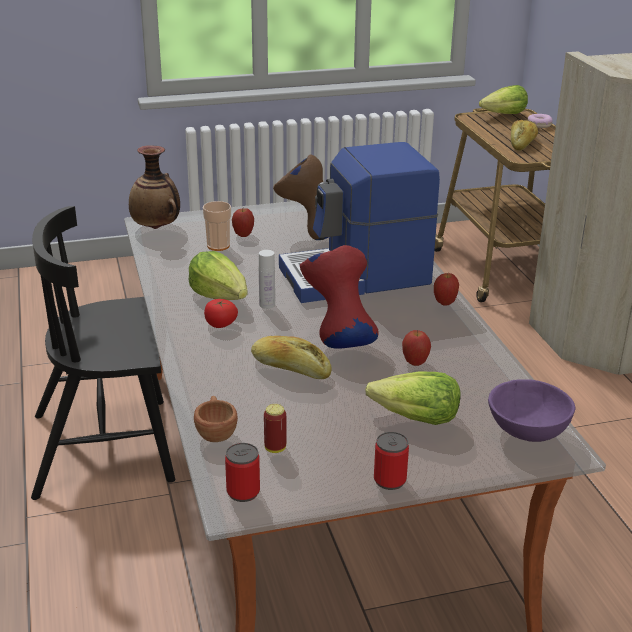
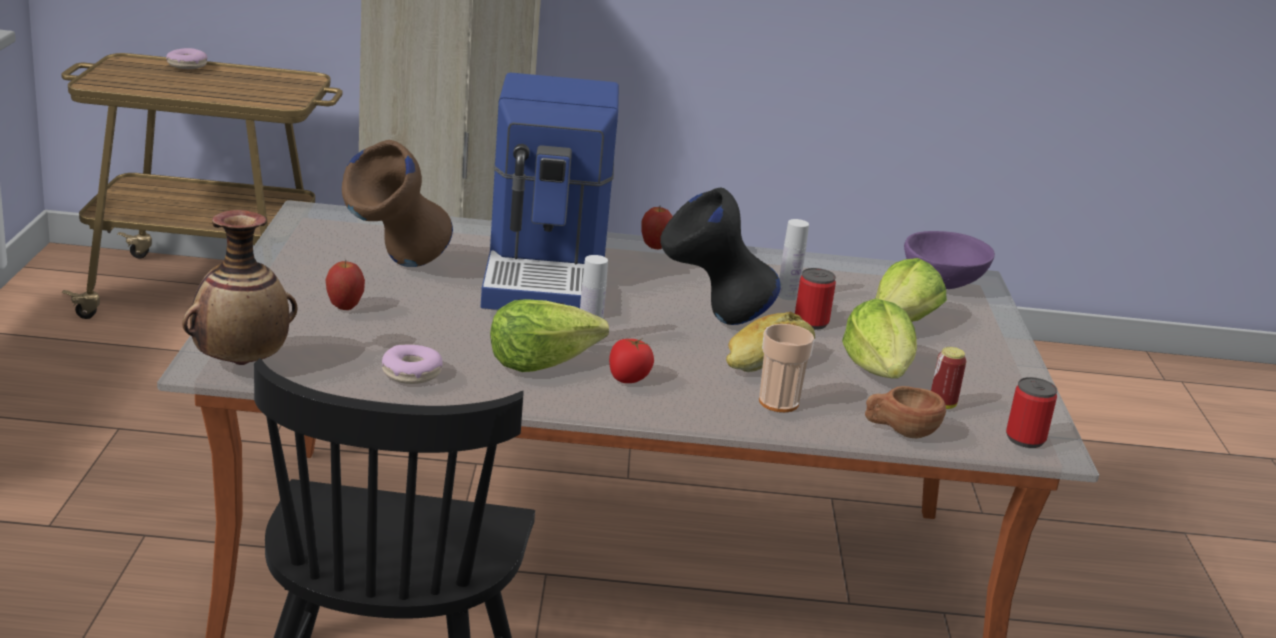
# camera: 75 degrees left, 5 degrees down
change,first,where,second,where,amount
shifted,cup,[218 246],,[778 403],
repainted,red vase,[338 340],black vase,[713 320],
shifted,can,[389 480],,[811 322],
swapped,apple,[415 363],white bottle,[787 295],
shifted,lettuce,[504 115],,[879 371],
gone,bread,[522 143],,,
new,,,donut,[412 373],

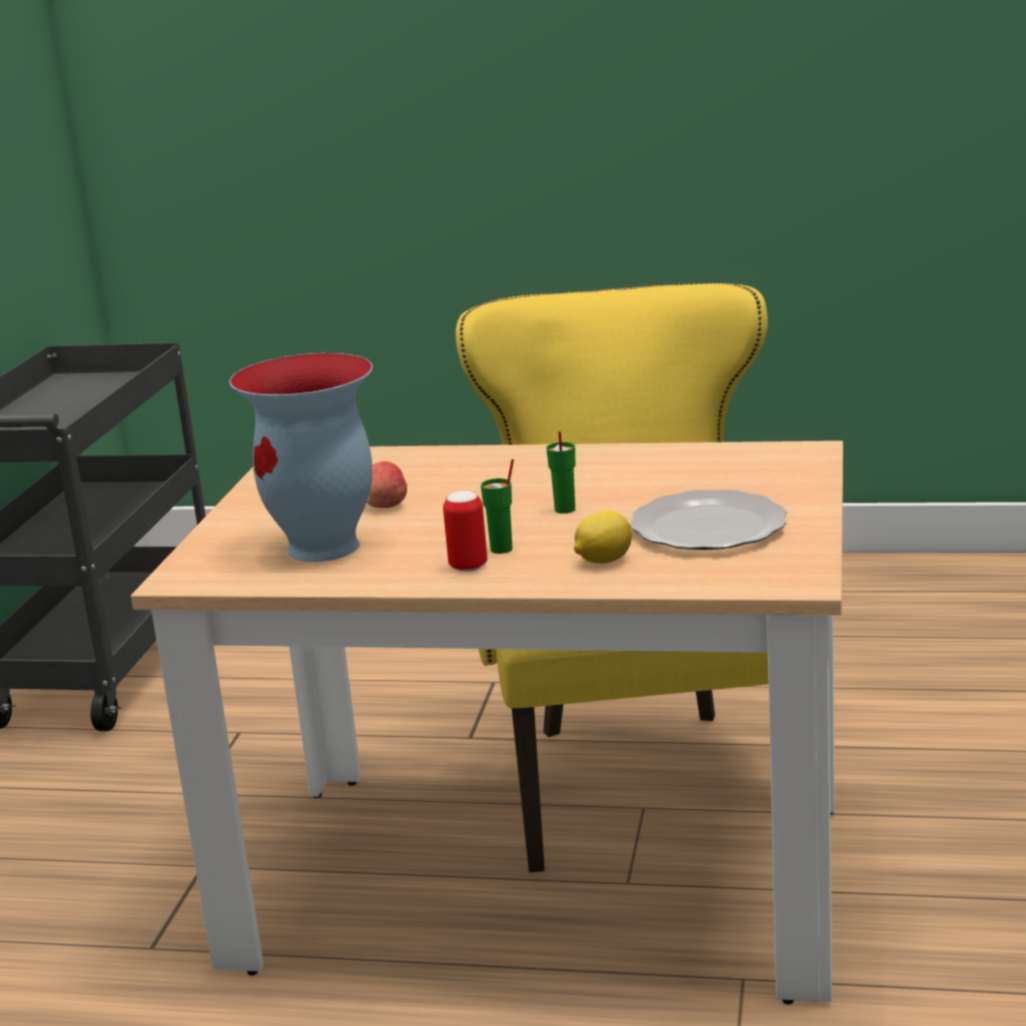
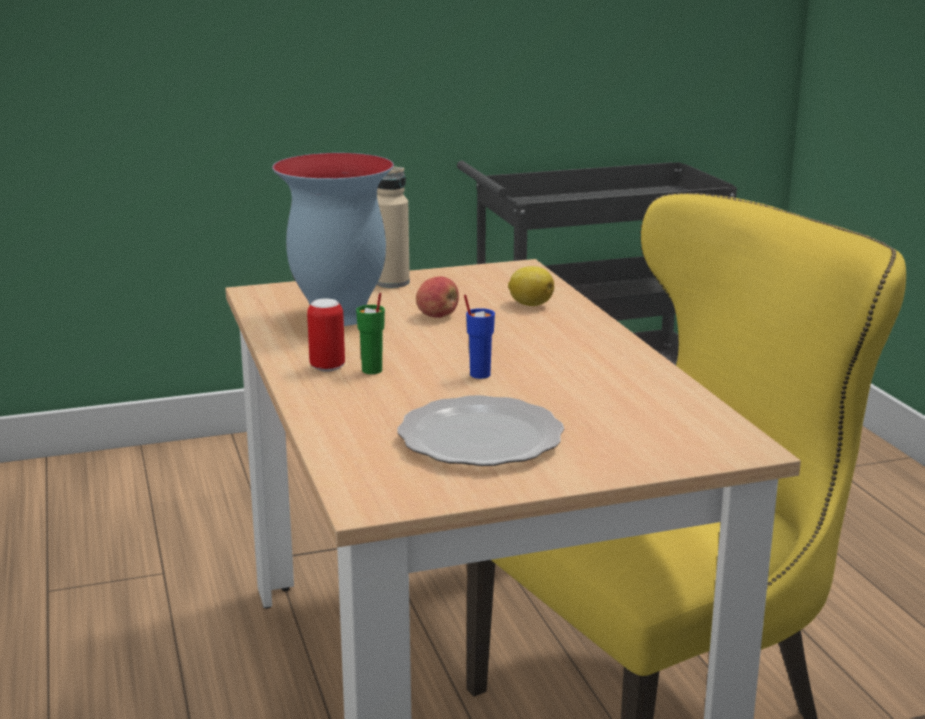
# camera: 60 degrees right, 0 degrees up
change,first,where,second,where,amount
repainted,green cup,[564 510],blue cup,[479 374],
shifted,lemon,[603 561],,[529 304],
new,,,beige bottle,[392 283],

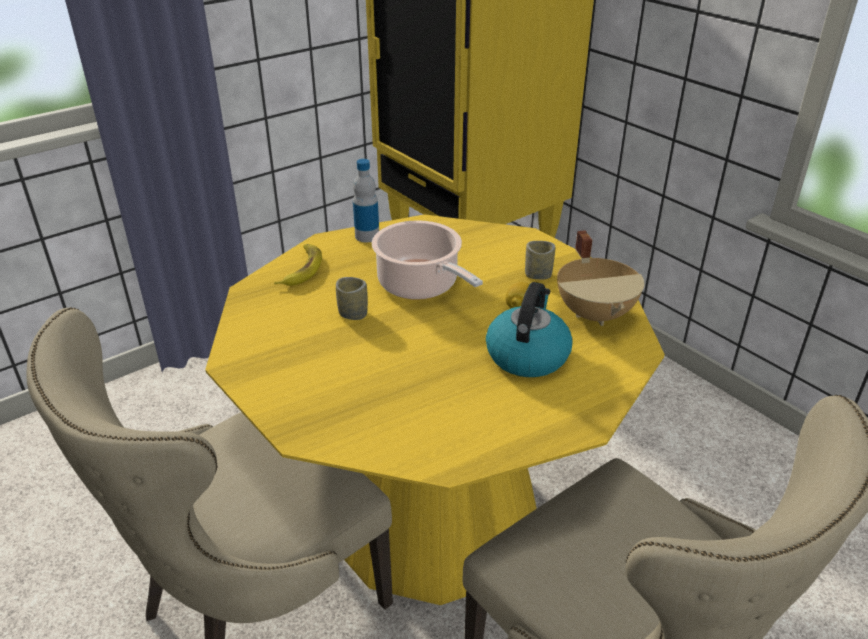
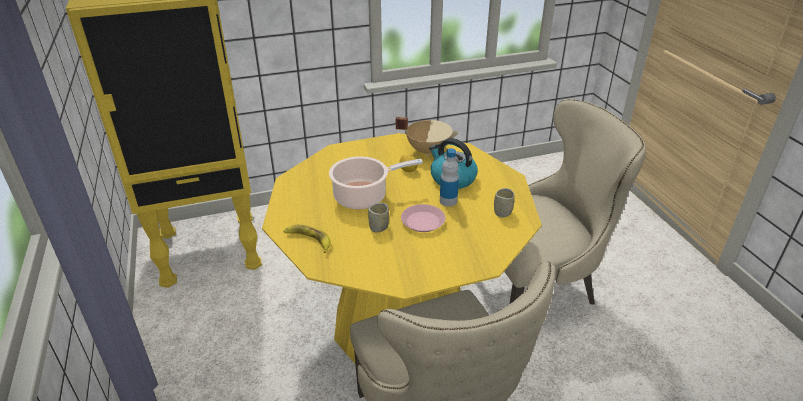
# camera: 70 degrees left, 0 degrees up
change,first,where,second,where,amount
shifted,bottle,[367 236],,[448 201],
shifted,cup,[538 275],,[502 212],
new,,,pink plate,[423 221],

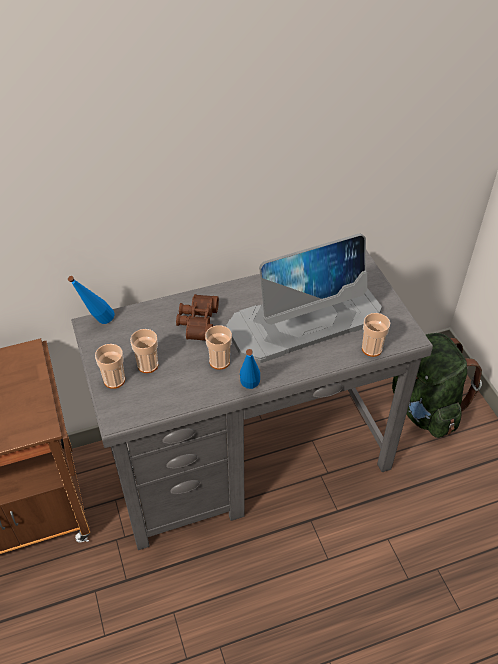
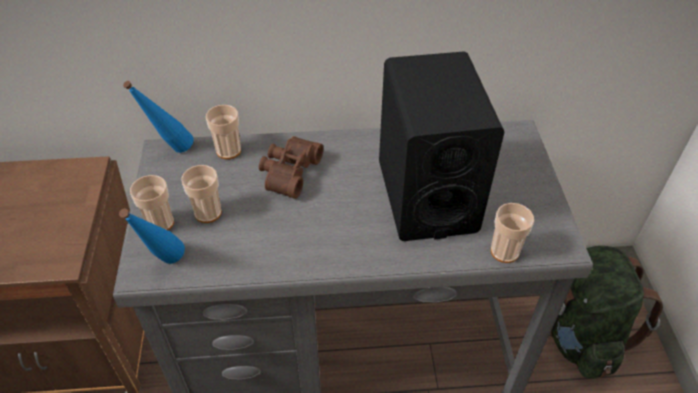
# camera: 15 degrees right, 0 degrees up
change,first,where,second,where,amount
shifted,cup,[219 361],,[228 150],
swapped,monitor,[305 320],black speaker,[426 196],
shifted,blue bottle,[249 391],,[165 266],

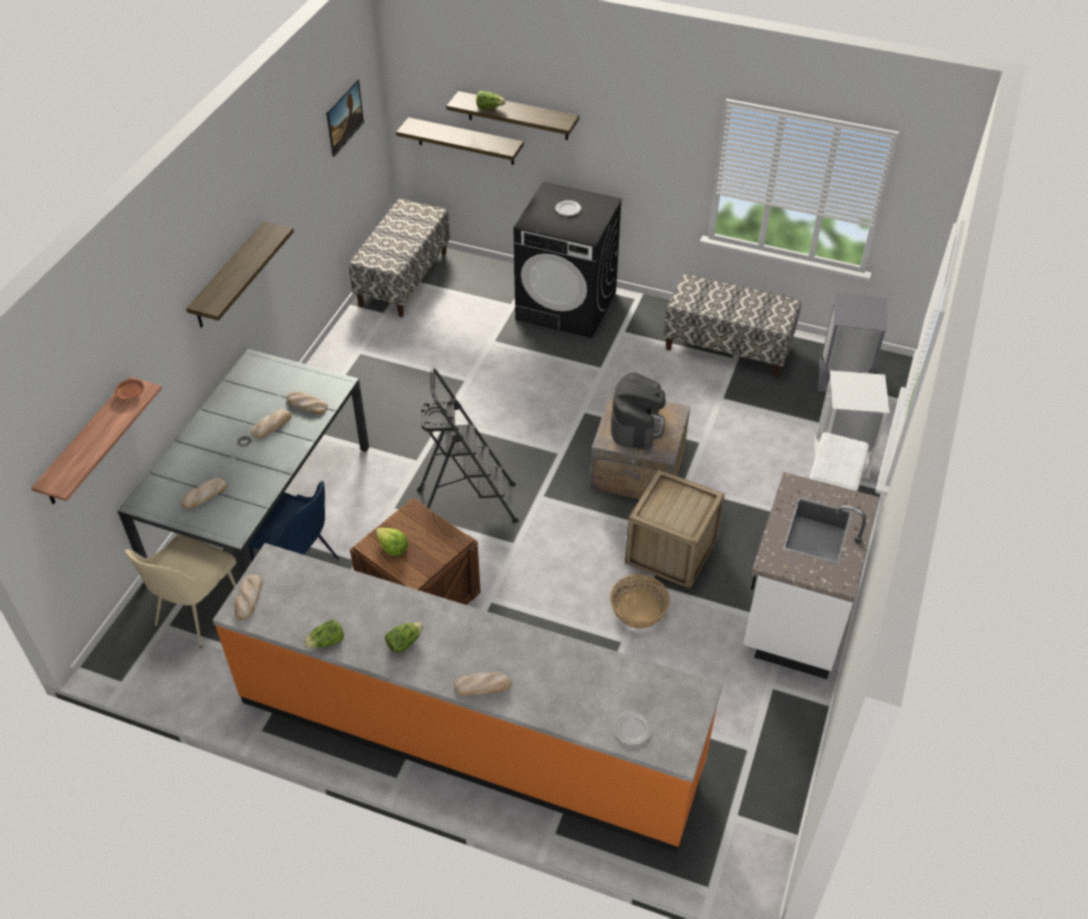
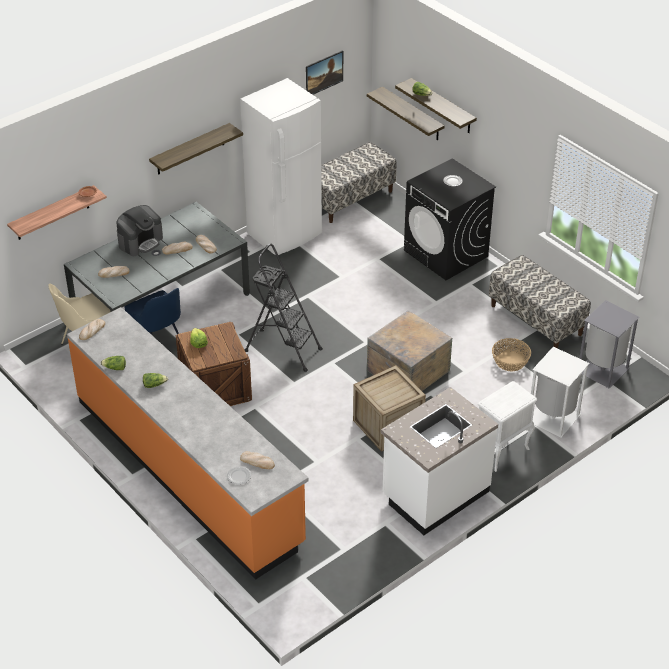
# camera: 30 degrees right, 5 degrees down
change,first,where,second,where,amount
shifted,bread,[482 685],,[257 461],
shifted,basket,[639 610],,[510 361],
shifted,coffee machine,[636 425],,[140 241],
new,,,white fridge,[285 234],

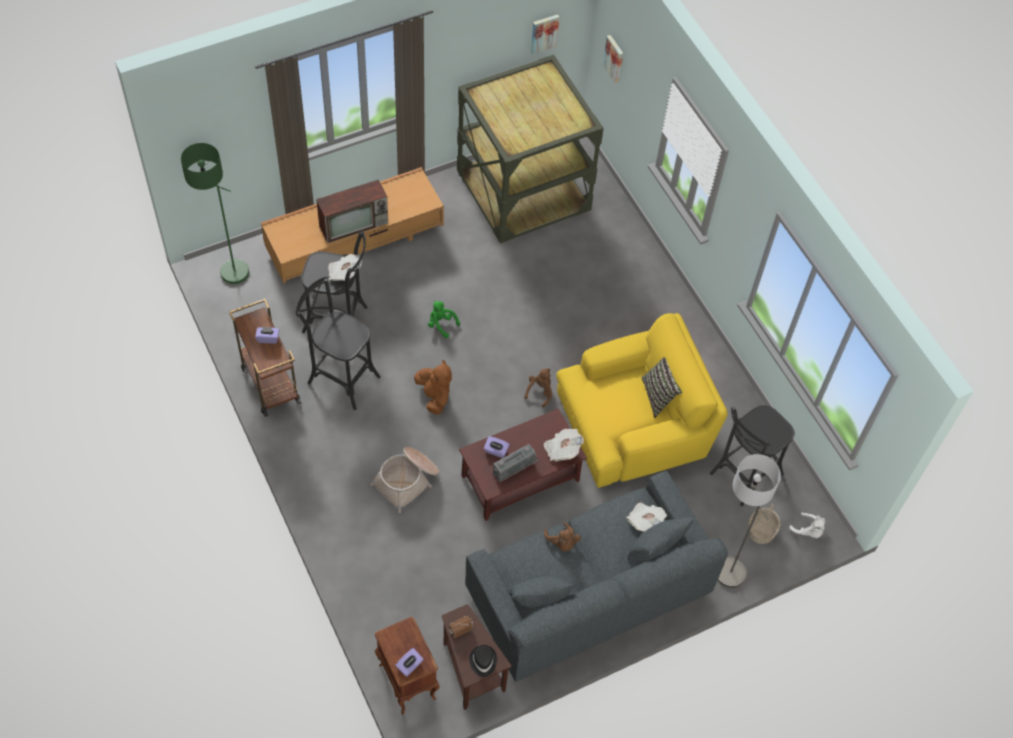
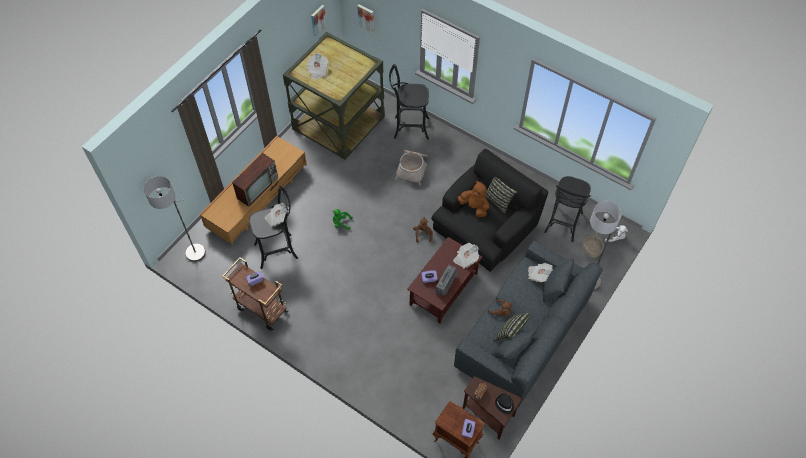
# camera: 25 degrees left, 0 degrees up
change,first,where,second,where,amount
repainted,green floor lamp,[227 269],grey floor lamp,[189 253],
shifted,black stool,[341 378],,[409 128],
shifted,basket,[407 481],,[412 168],
shifted,brown plush toy,[434 396],,[474 207],
repainted,yellow armchair,[633 424],black armchair,[486 225],
new,,,newspaper,[318 71],
new,,,pillow,[510 333],

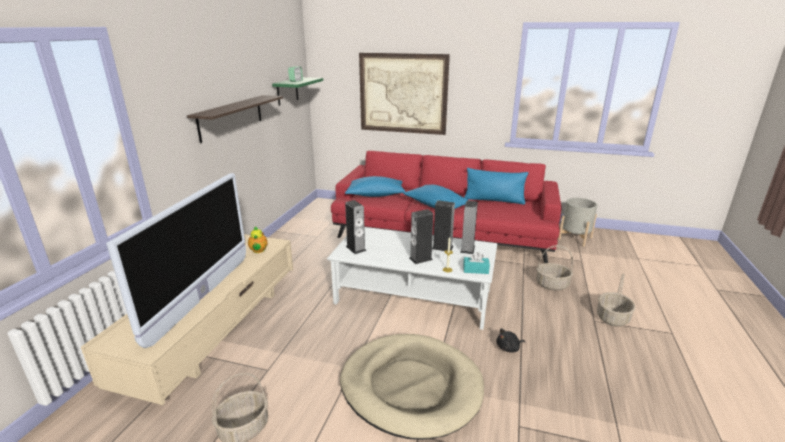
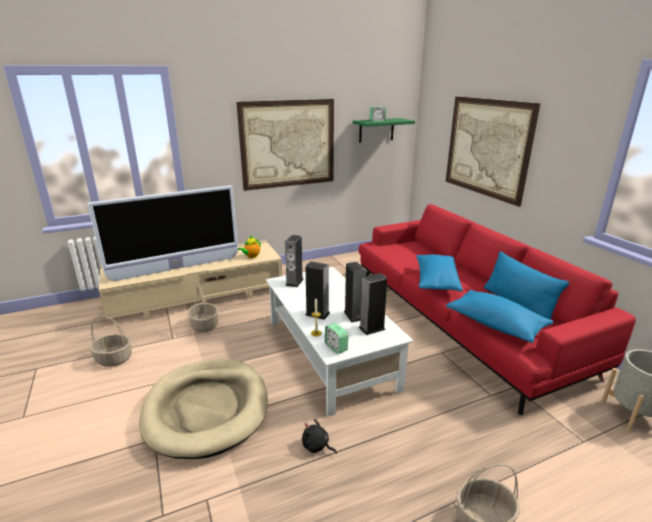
# camera: 50 degrees right, 0 degrees up
change,first,where,second,where,amount
swapped,shelf,[231 117],picture,[288 144],
shifted,blue pillow,[375 195],,[495 325],
swapped,turquoise tissue box,[475 270],alarm clock,[336 347],
shifted,basket,[552 284],,[205 325],

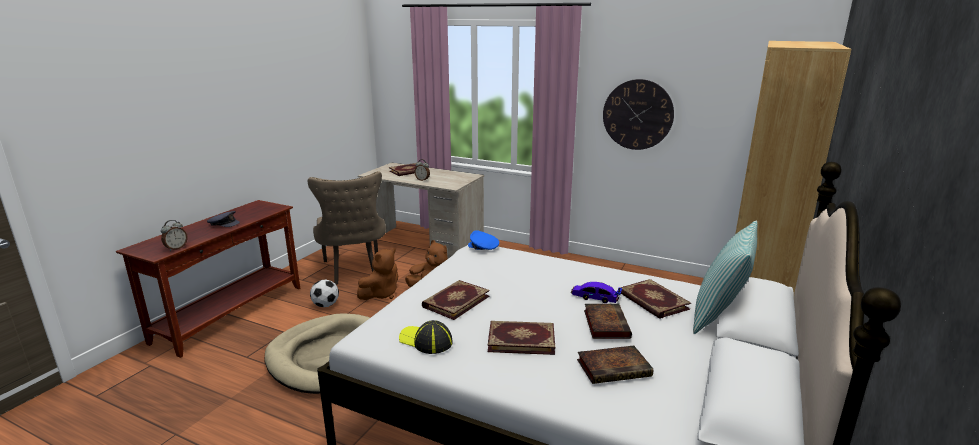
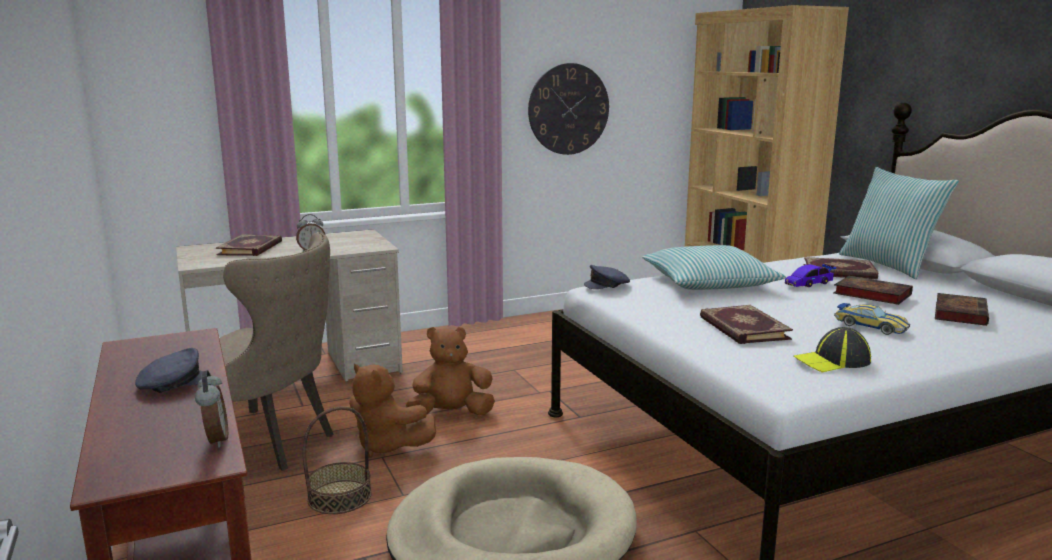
# camera: 50 degrees left, 5 degrees down
change,first,where,second,where,amount
swapped,football,[326 305],basket,[339 497],
rotated,brown plush toy,[381 294],,[387 446],135 degrees clockwise
repainted,blue cap,[483 247],grey cap,[608 285],
swapped,book,[521 339],toy car,[870 326],
new,,,pillow,[708 283],

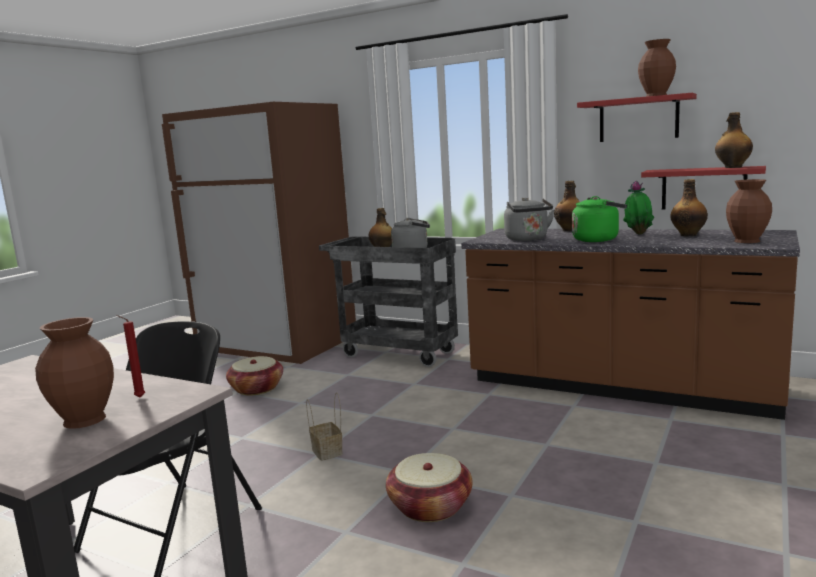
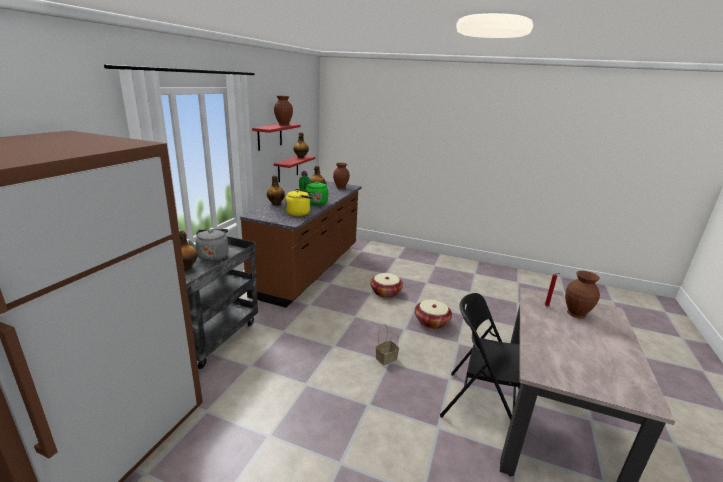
# camera: 100 degrees left, 10 degrees up
change,first,where,second,where,amount
shifted,basket,[256 389],,[385 292],
repainted,grey kettle,[528 239],yellow kettle,[299 213],

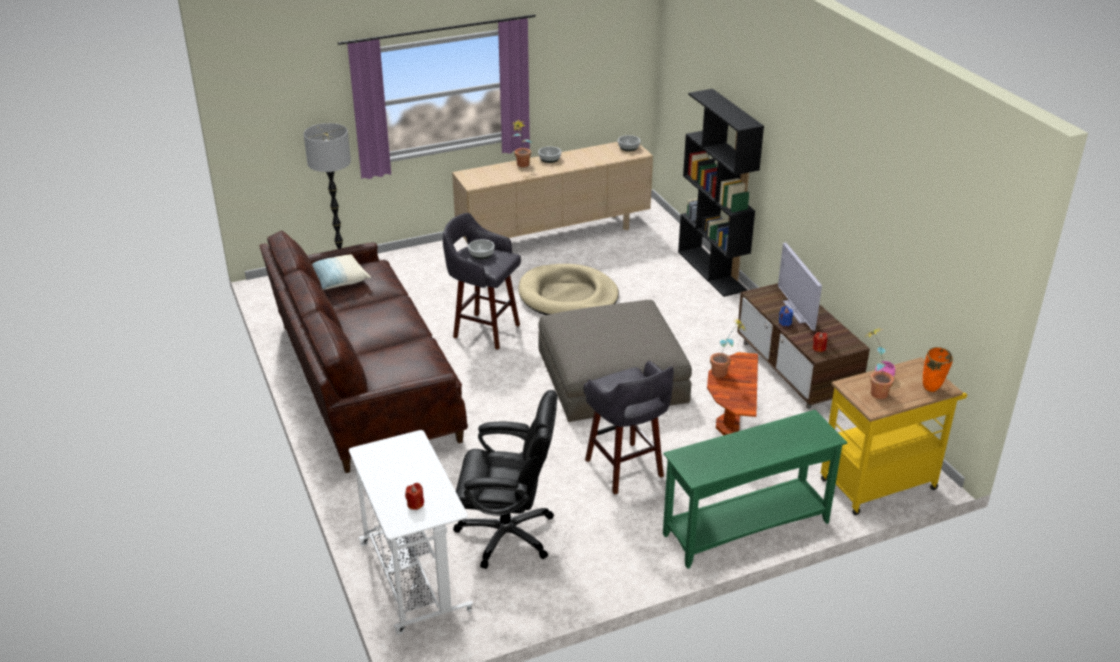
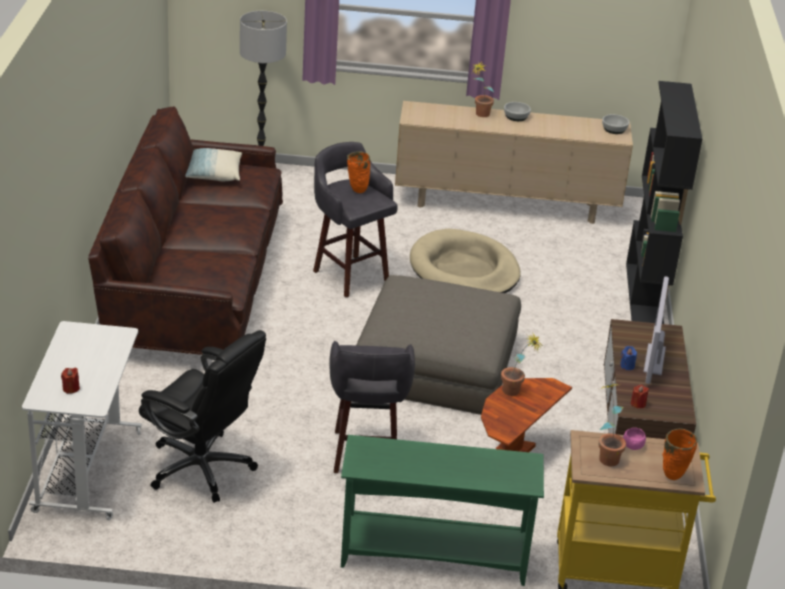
# camera: 25 degrees right, 0 degrees up
change,first,where,second,where,amount
swapped,bowl,[481 254],orange vase,[357 190],

